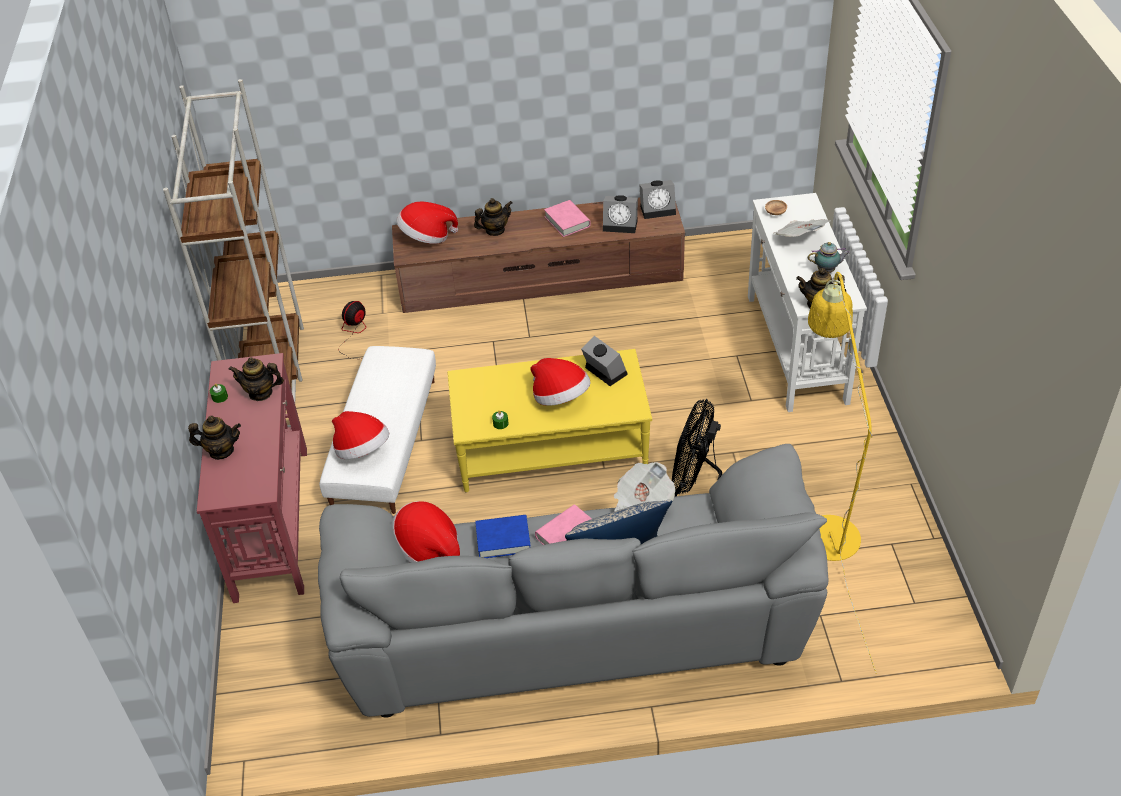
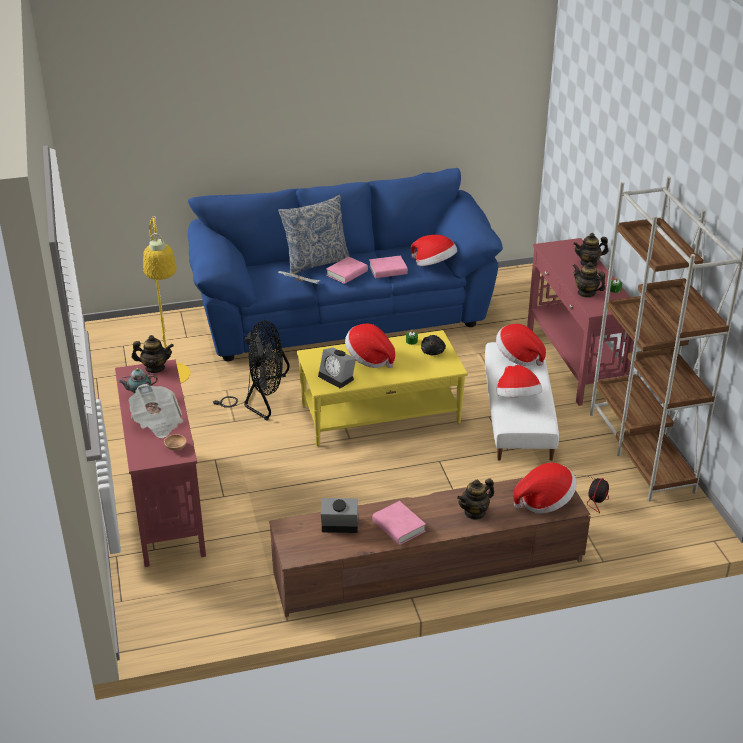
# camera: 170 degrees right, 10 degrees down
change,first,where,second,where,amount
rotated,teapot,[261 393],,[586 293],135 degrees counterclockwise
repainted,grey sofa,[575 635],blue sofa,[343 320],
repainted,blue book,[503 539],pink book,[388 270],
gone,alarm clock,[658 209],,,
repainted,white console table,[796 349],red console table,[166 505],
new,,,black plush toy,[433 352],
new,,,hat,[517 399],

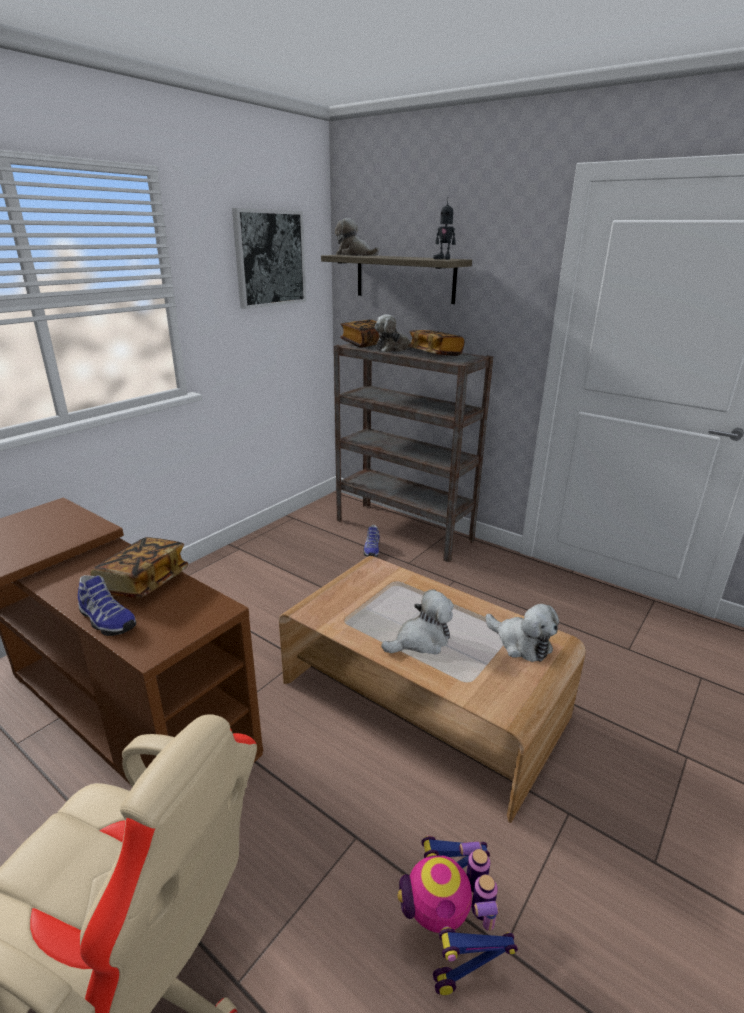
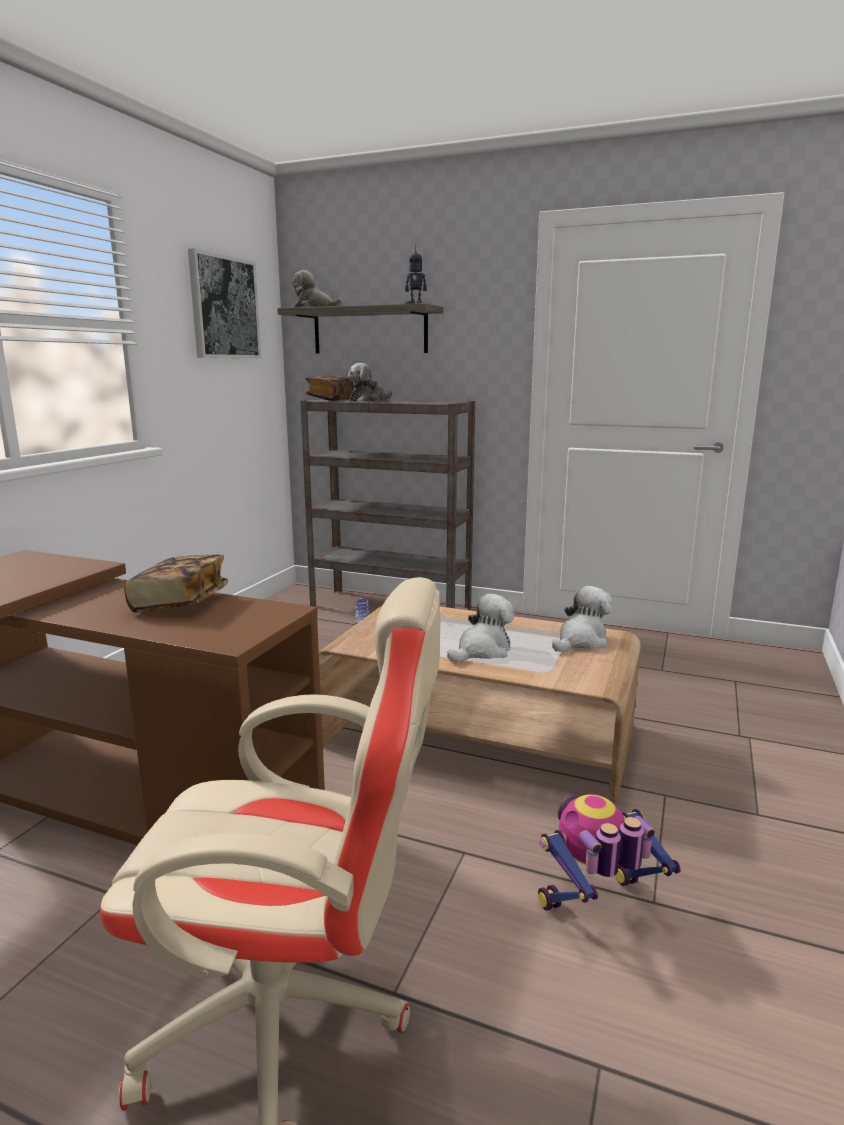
# camera: 15 degrees left, 10 degrees down
change,first,where,second,where,amount
gone,shoe,[105 621],,,
rotated,toy robot,[448 934],,[596 904],90 degrees clockwise
gone,book,[435 354],,,
rotated,plush toy,[521 643],,[581 641],75 degrees counterclockwise

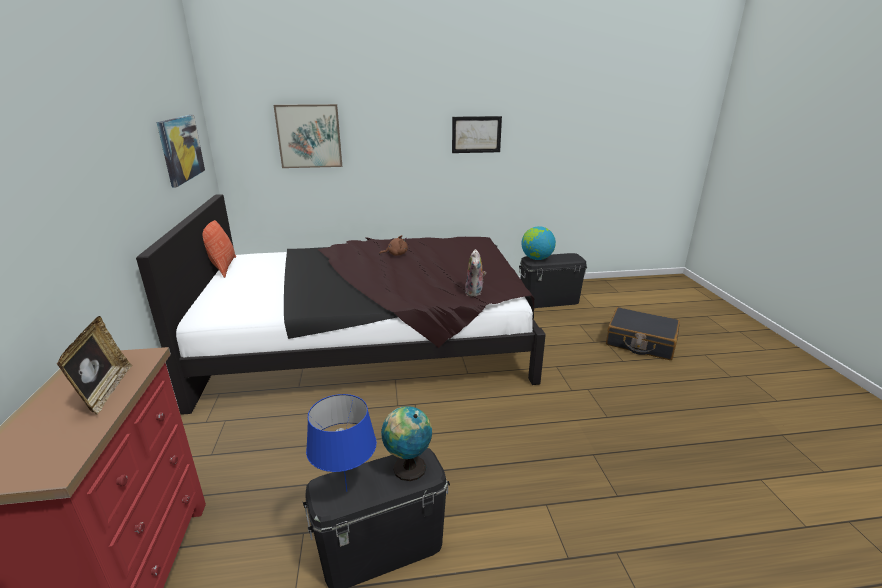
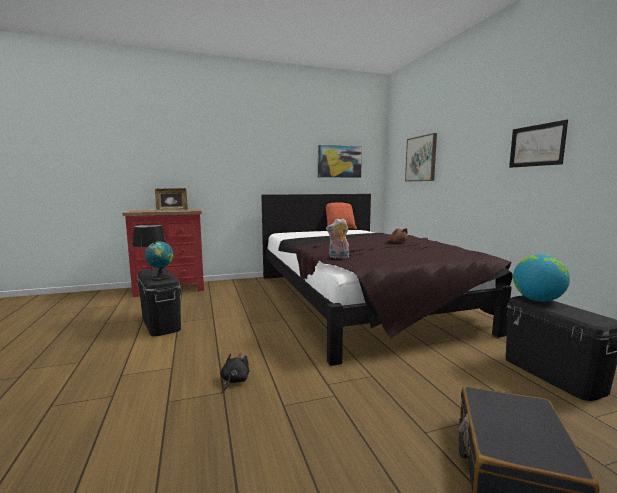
# camera: 80 degrees right, 15 degrees down
change,first,where,second,where,amount
repainted,blue table lamp,[346 492],black table lamp,[151 271],
new,,,black plush toy,[234 381],

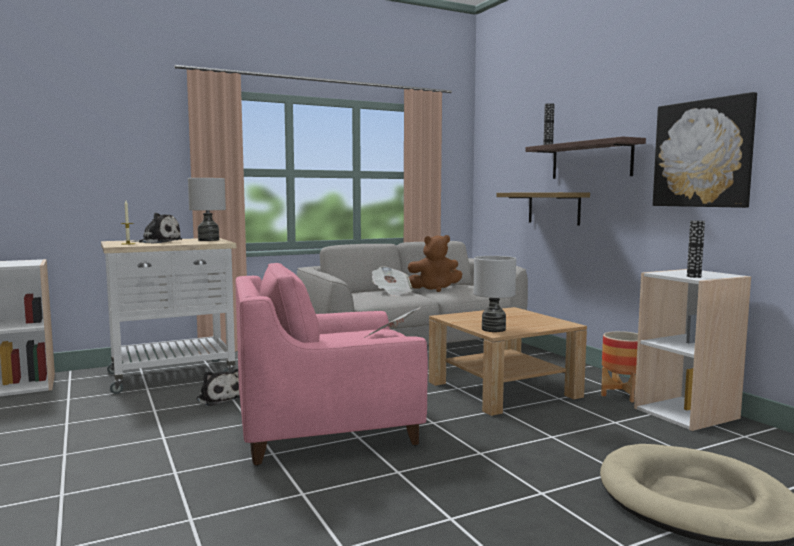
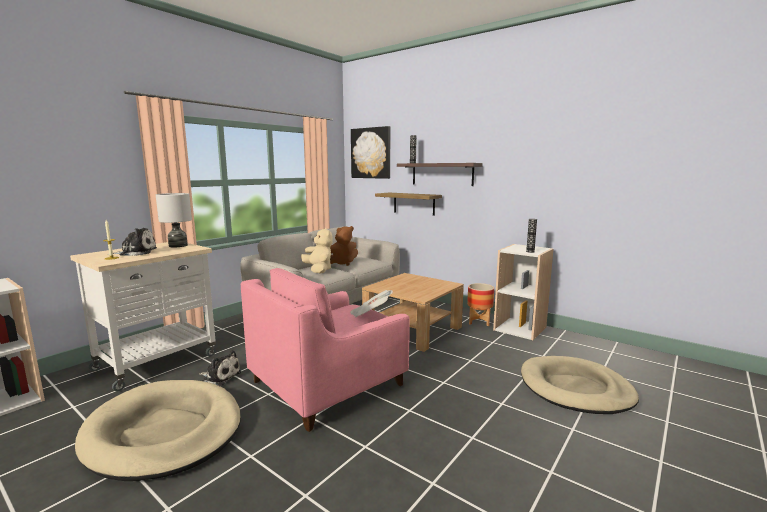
# camera: 25 degrees left, 5 degrees up
change,first,where,second,where,amount
swapped,newspaper,[391 292],beige plush toy,[318 270],
gone,grey table lamp,[493 329],,,
shifted,picture,[703 154],,[371 153],
new,,,beige dog bed,[165 432],

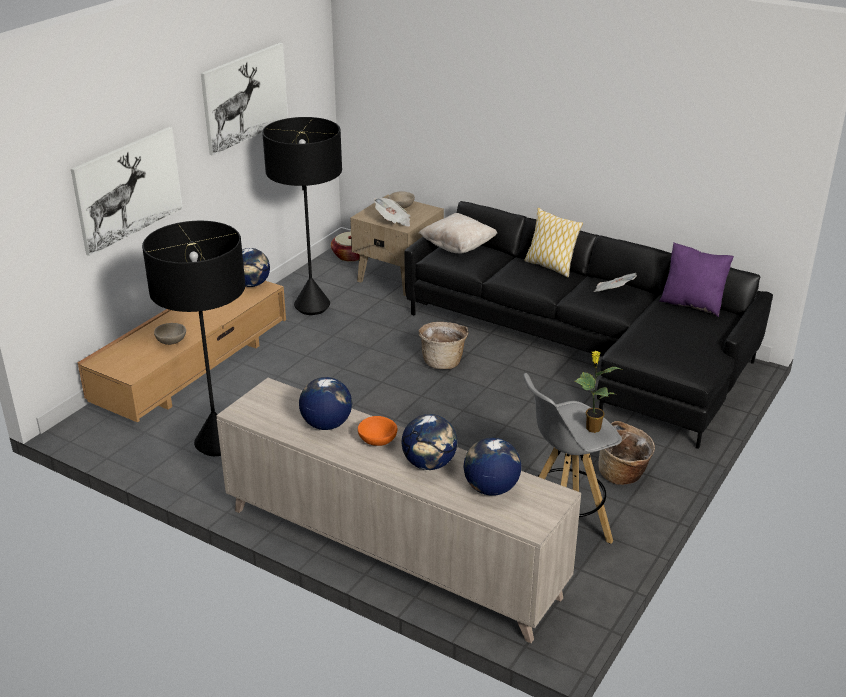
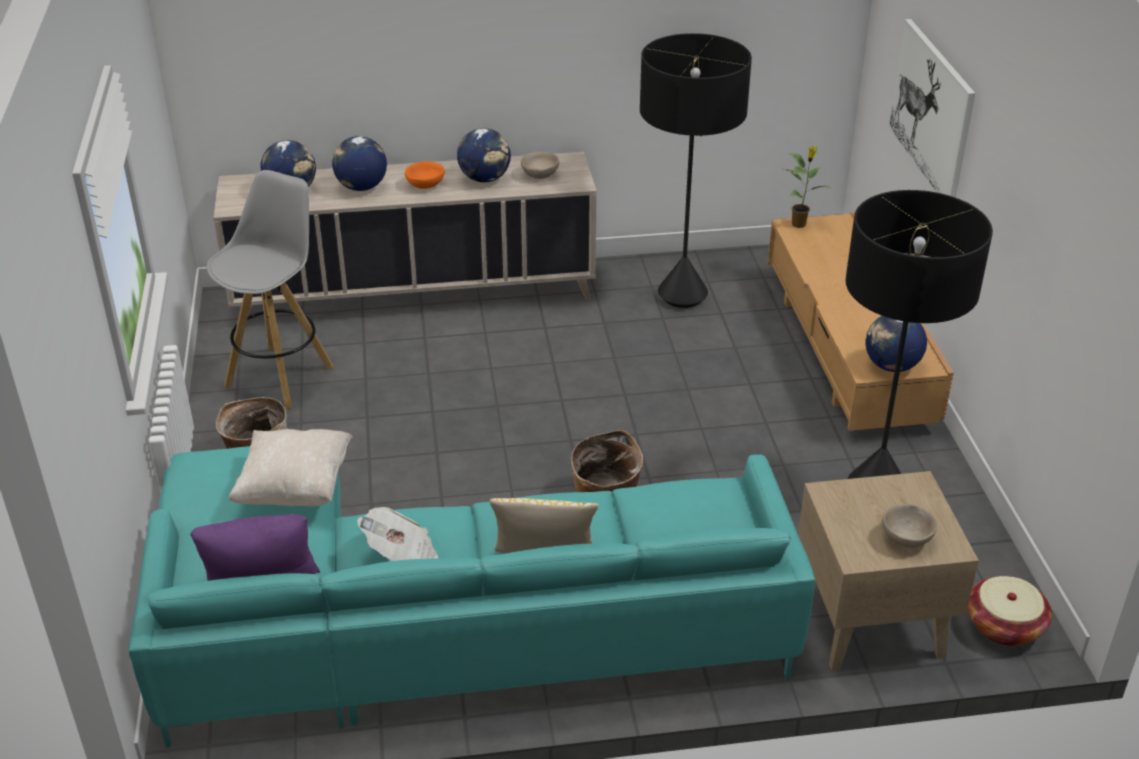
# camera: 140 degrees right, 5 degrees up
change,first,where,second,where,amount
shifted,beige bowl,[171 342],,[539 175],
gone,picture,[245 97],,,
gone,newspaper,[393 221],,,
repainted,black sofa,[586 348],turquoise sofa,[444 629],
shifted,beige pillow,[458 247],,[295 489],
shifted,potted plant,[592 428],,[800 224],

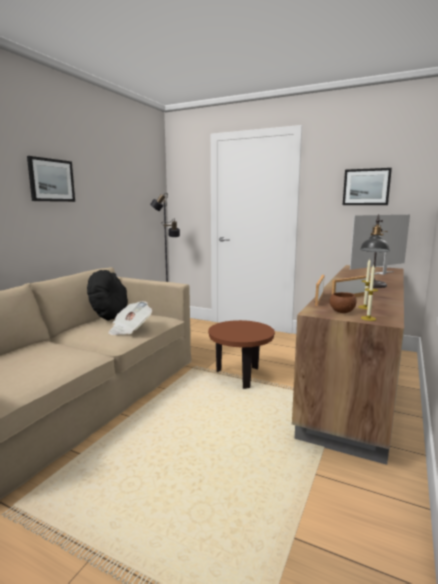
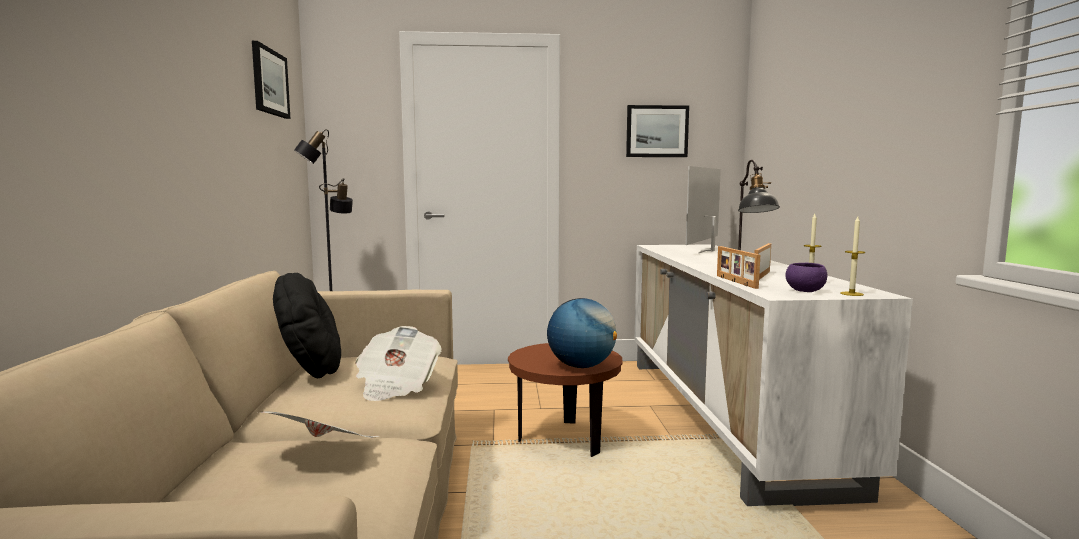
# camera: 30 degrees left, 5 degrees down
change,first,where,second,where,amount
shifted,picture,[51 180],,[269 82],
repainted,brown tv stand,[355 386],white tv stand,[725 416],
repainted,brown bowl,[342 312],purple bowl,[805 291],
new,,,newspaper,[324 455],
new,,,globe,[581 366],

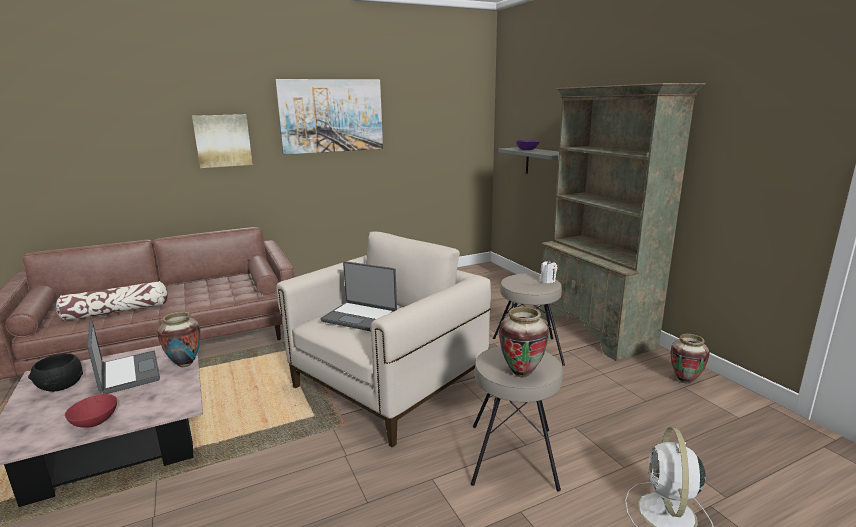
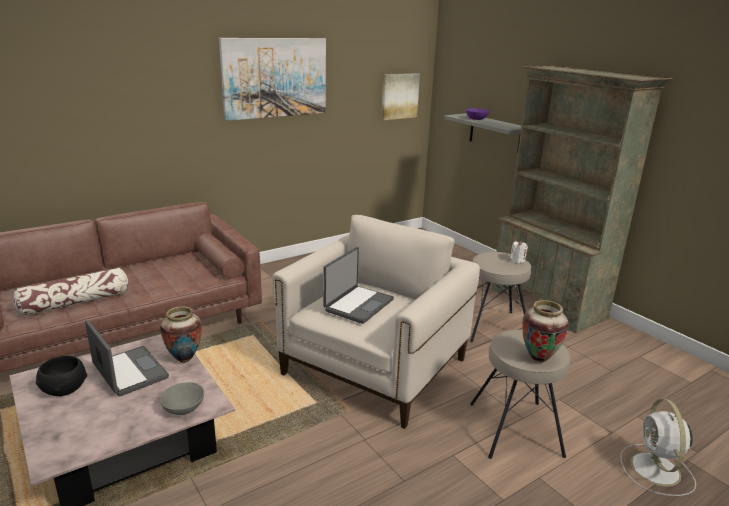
# camera: 10 degrees left, 5 degrees up
change,first,where,second,where,amount
gone,red bowl,[95 420],,,
shifted,picture,[223 140],,[399 96],
rotated,laptop,[360 317],,[358 305],75 degrees counterclockwise
gone,vase,[685 381],,,
new,,,grey bowl,[184 408],

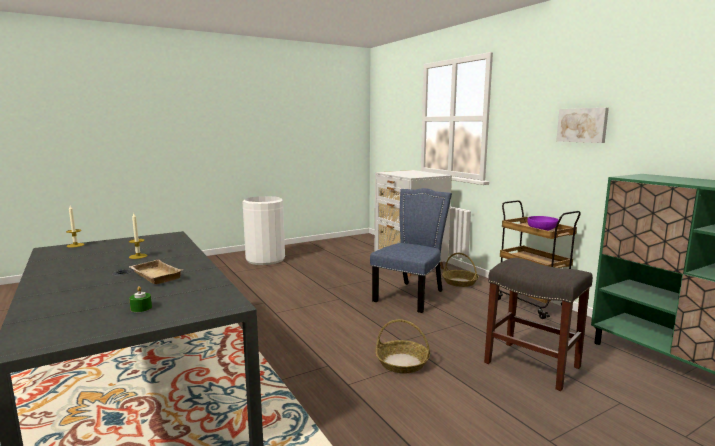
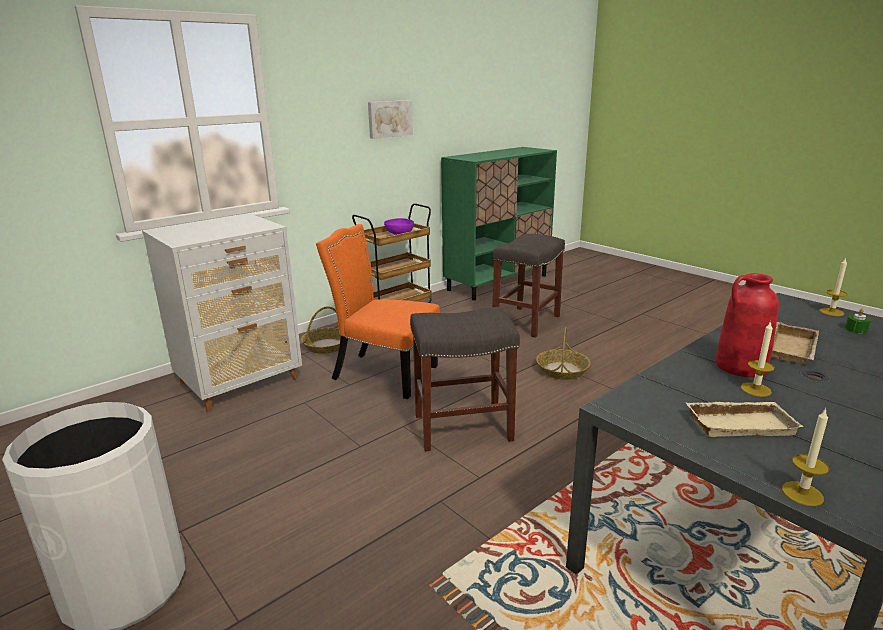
# camera: 100 degrees left, 10 degrees up
change,first,where,second,where,amount
repainted,blue chair,[410 297],orange chair,[386 374],
new,,,grey stool,[461 428],
new,,,beige tray,[739 423],
new,,,red vase,[740 367],
new,,,candle,[831 312],

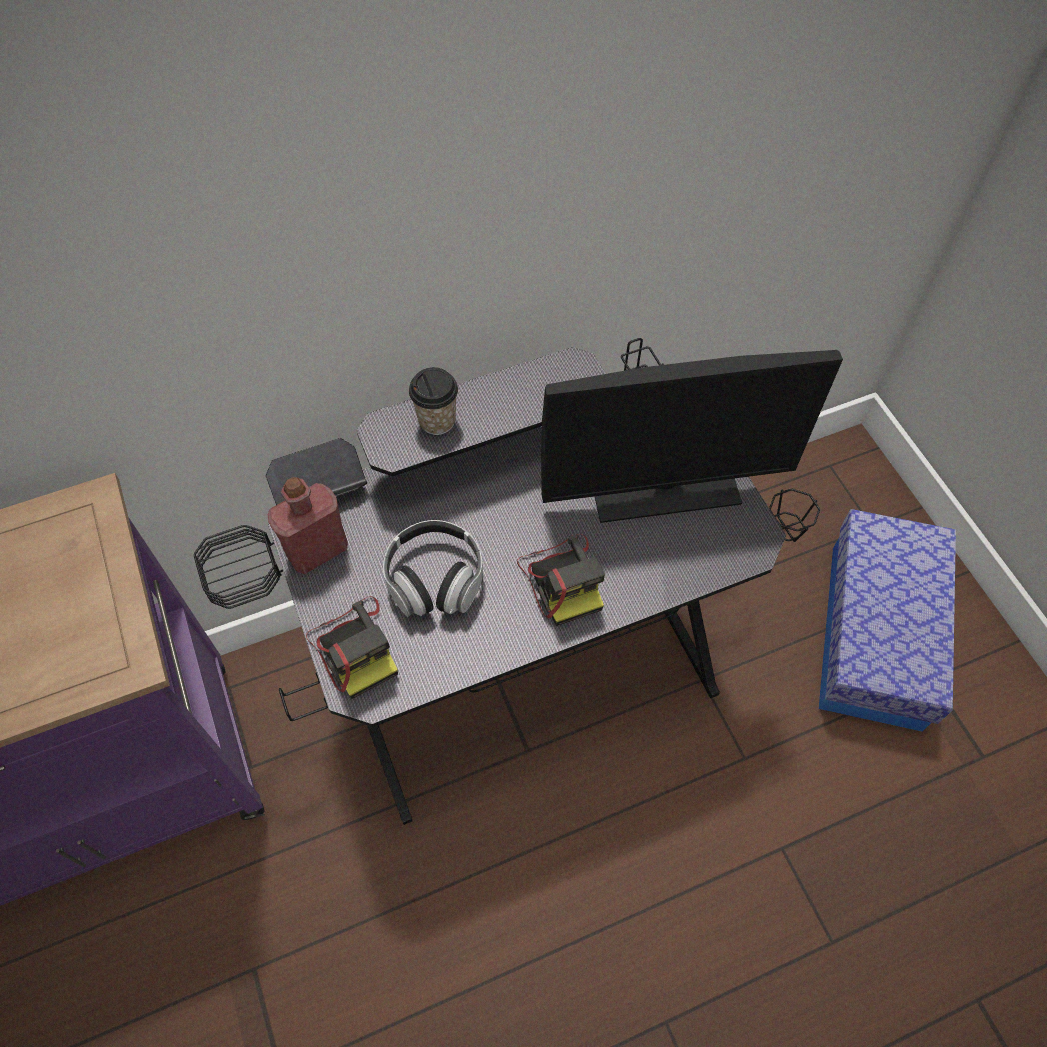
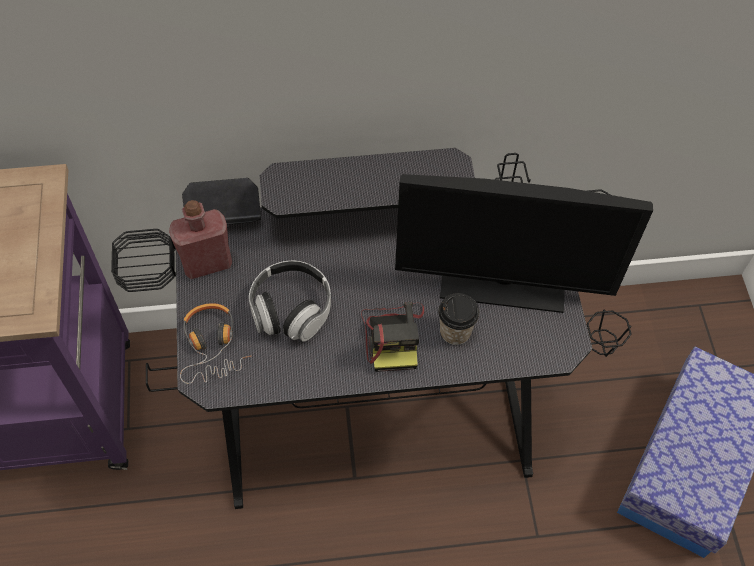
# camera: 15 degrees right, 0 degrees up
change,first,where,second,where,amount
swapped,photo camera,[355 647],headphones,[212 346],
shifted,cup,[437 421],,[455 332],

